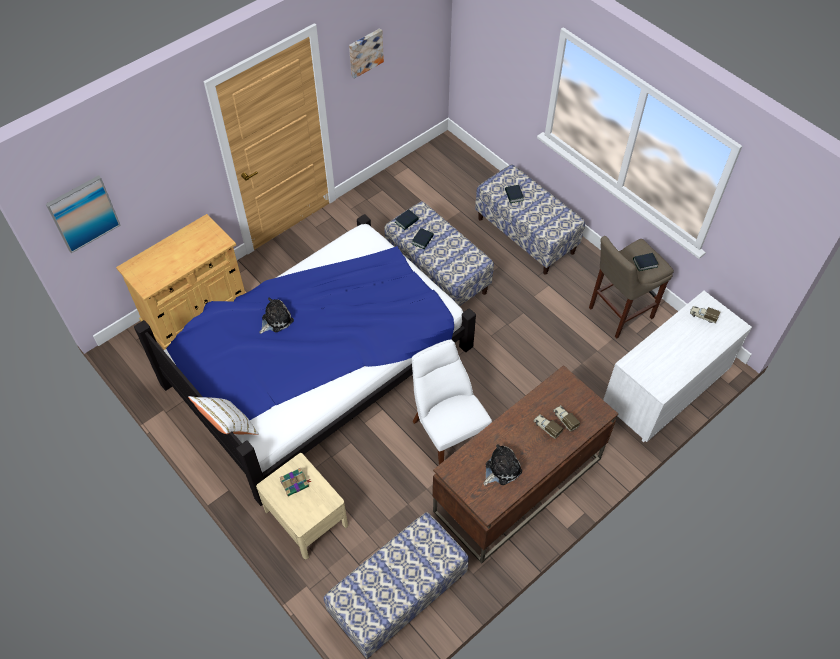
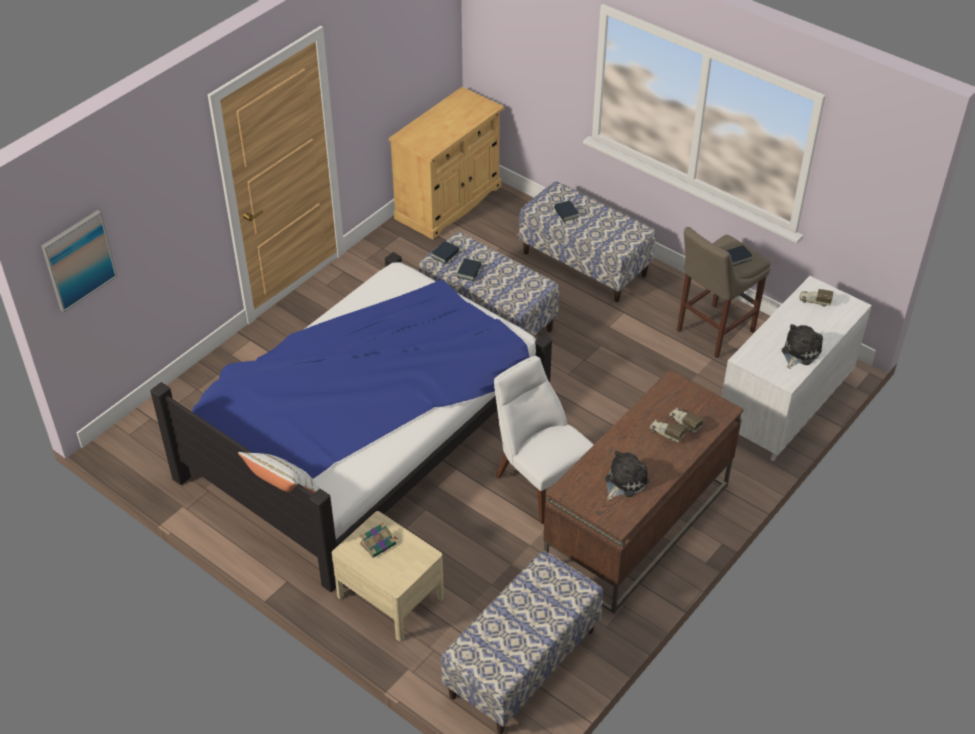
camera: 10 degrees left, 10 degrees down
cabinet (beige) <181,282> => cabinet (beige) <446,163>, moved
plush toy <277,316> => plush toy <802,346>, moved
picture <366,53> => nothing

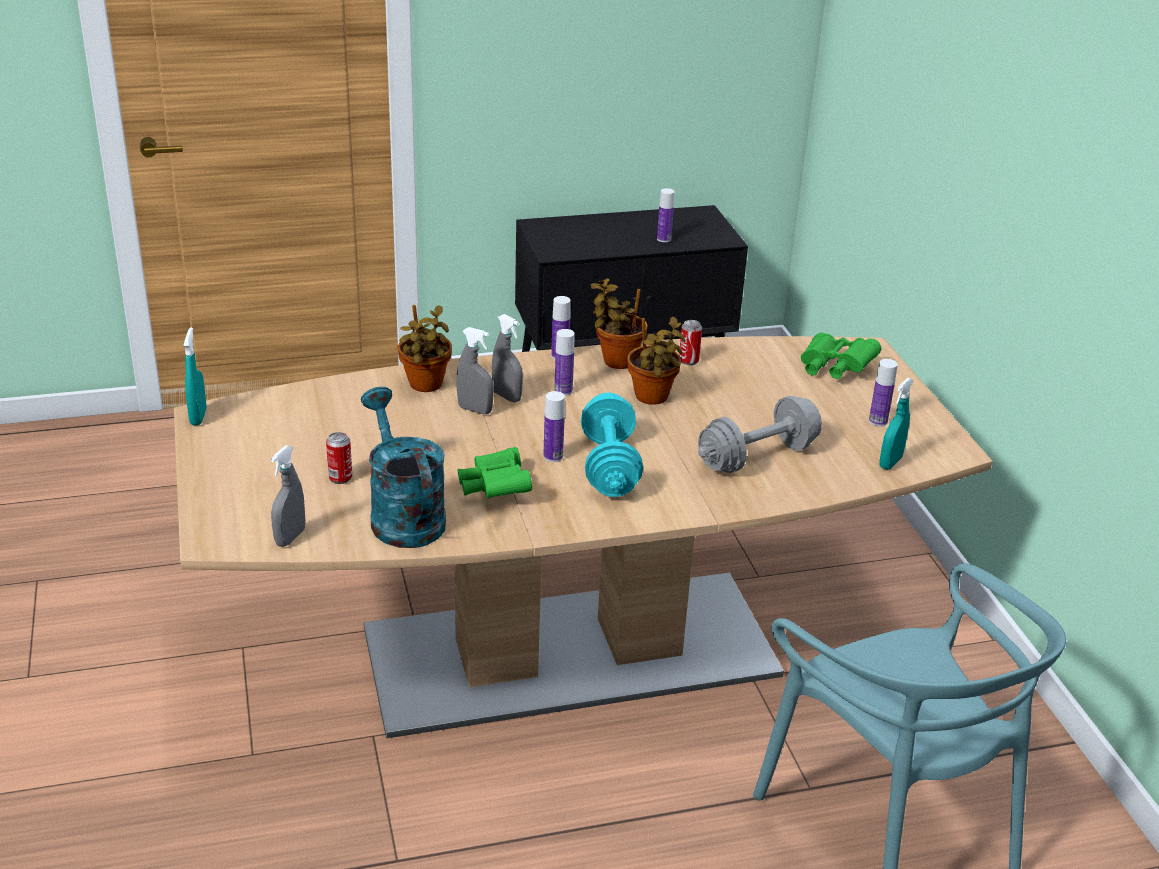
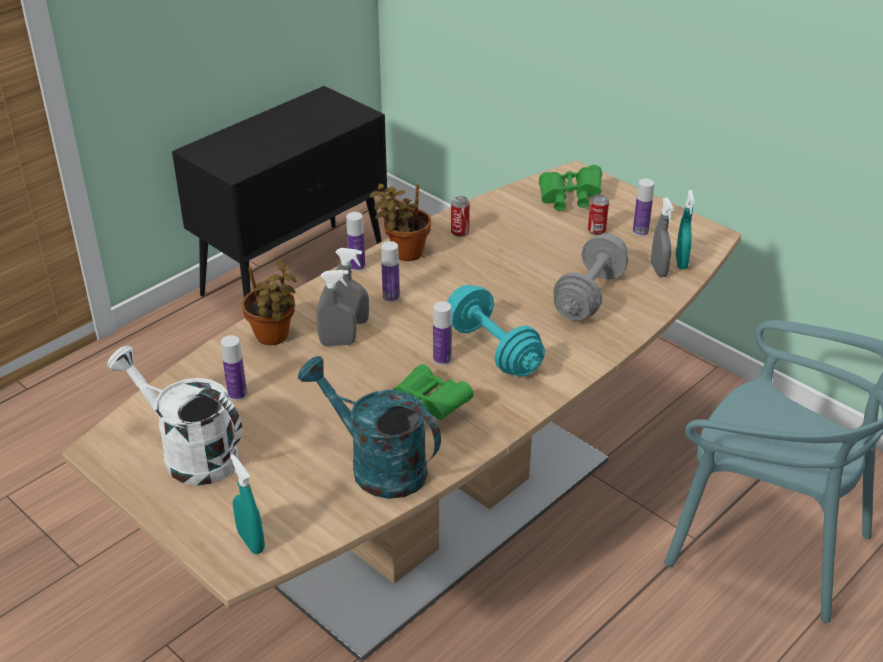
camera: 30 degrees left, 5 degrees up
nothing => watering can (white) <174,415>
bottle <666,215> => bottle <234,368>, moved
spray bottle (turquoise) <195,376> => spray bottle (turquoise) <247,504>, moved
can <339,458> => can <598,214>, moved
spray bottle (grey) <288,496> => spray bottle (grey) <662,237>, moved
potted plant <656,361> => nothing

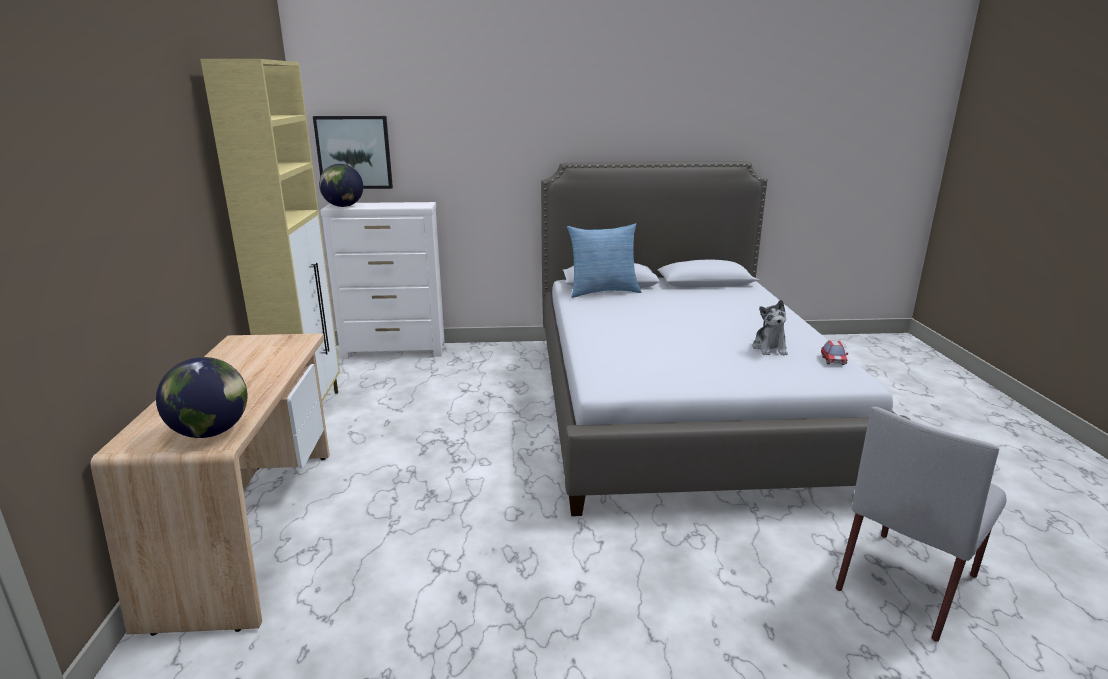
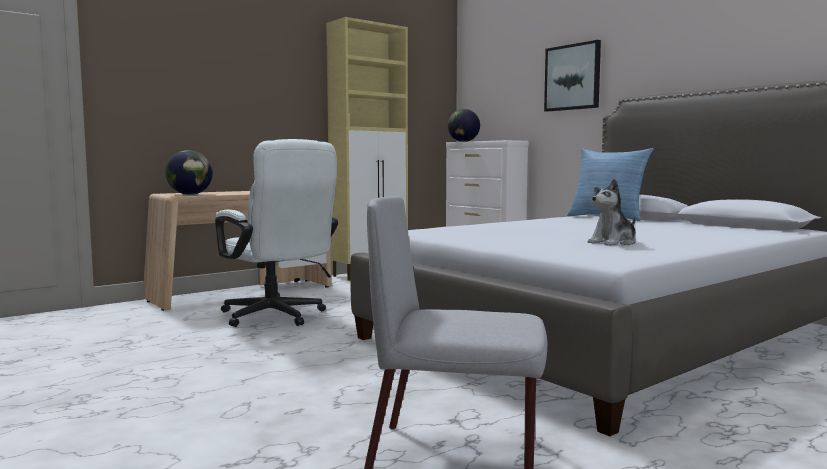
camera: 55 degrees right, 15 degrees down
nothing => office chair (white) <276,233>
picture <353,152> => picture <572,76>, moved
toy car <834,353> => nothing

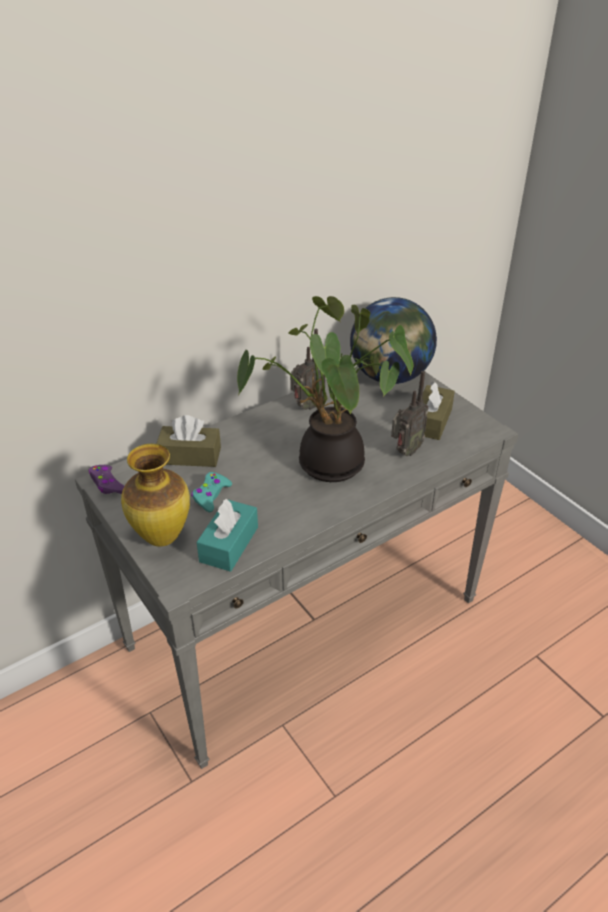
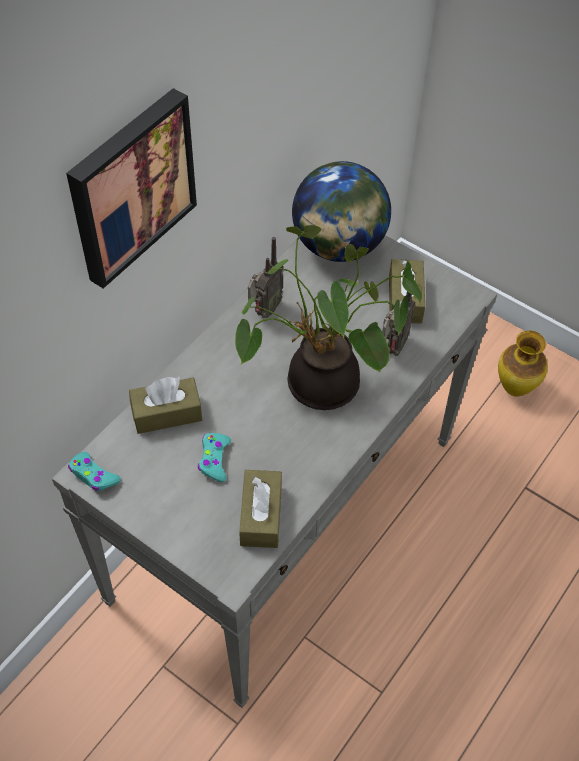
camera: 20 degrees left, 15 degrees up
nothing => picture <131,188>
game controller (purple) <106,479> => game controller (turquoise) <94,471>
tissue box (turquoise) <227,535> => tissue box (brown) <260,509>
vase <155,495> => vase <523,363>, moved

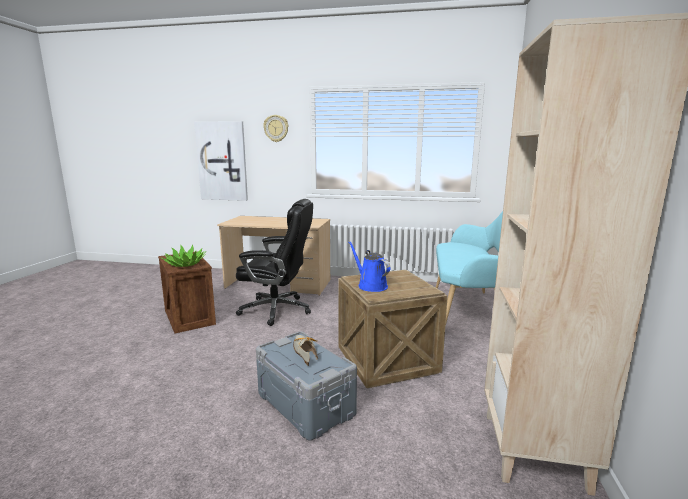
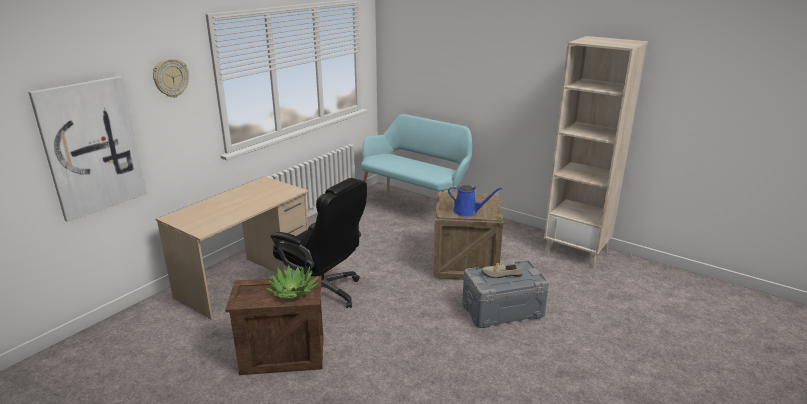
camera: 65 degrees left, 10 degrees up
office chair (black) <274,262> => office chair (black) <319,243>, 90 degrees clockwise
watering can (blue) <370,266> => watering can (blue) <475,201>, 150 degrees counterclockwise

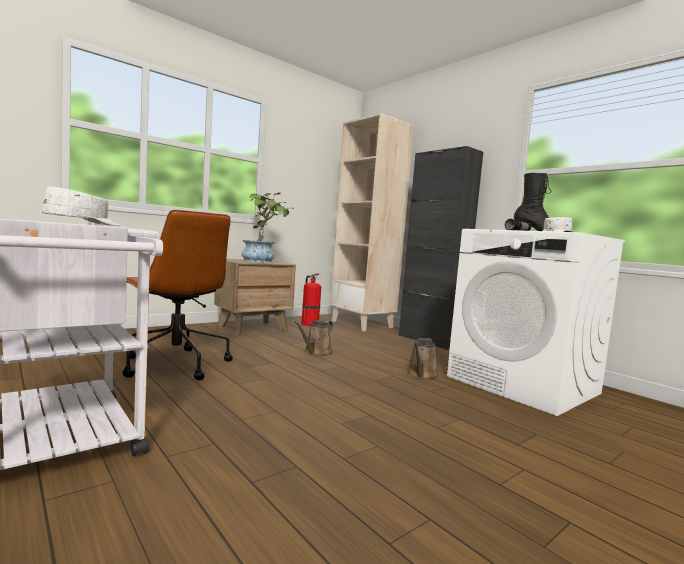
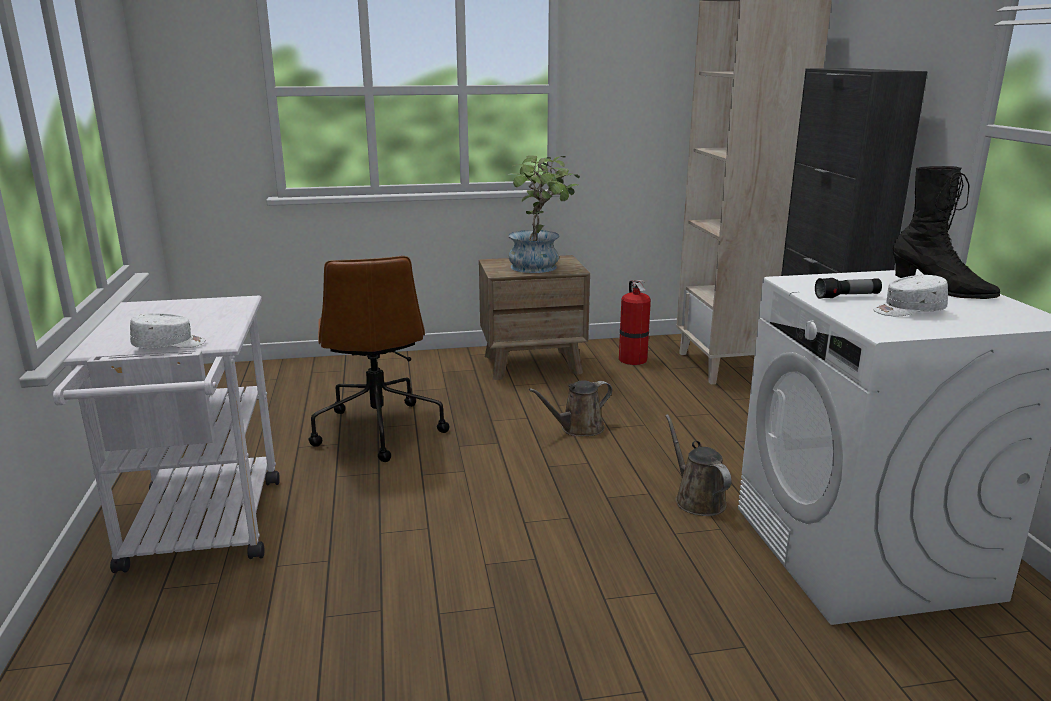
camera: 30 degrees right, 15 degrees up
watering can (brown) <422,359> => watering can (brown) <698,465>, 105 degrees clockwise

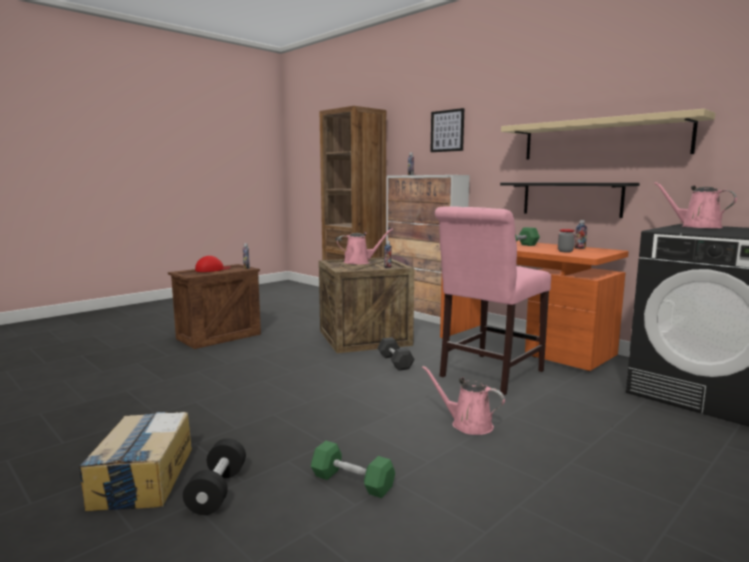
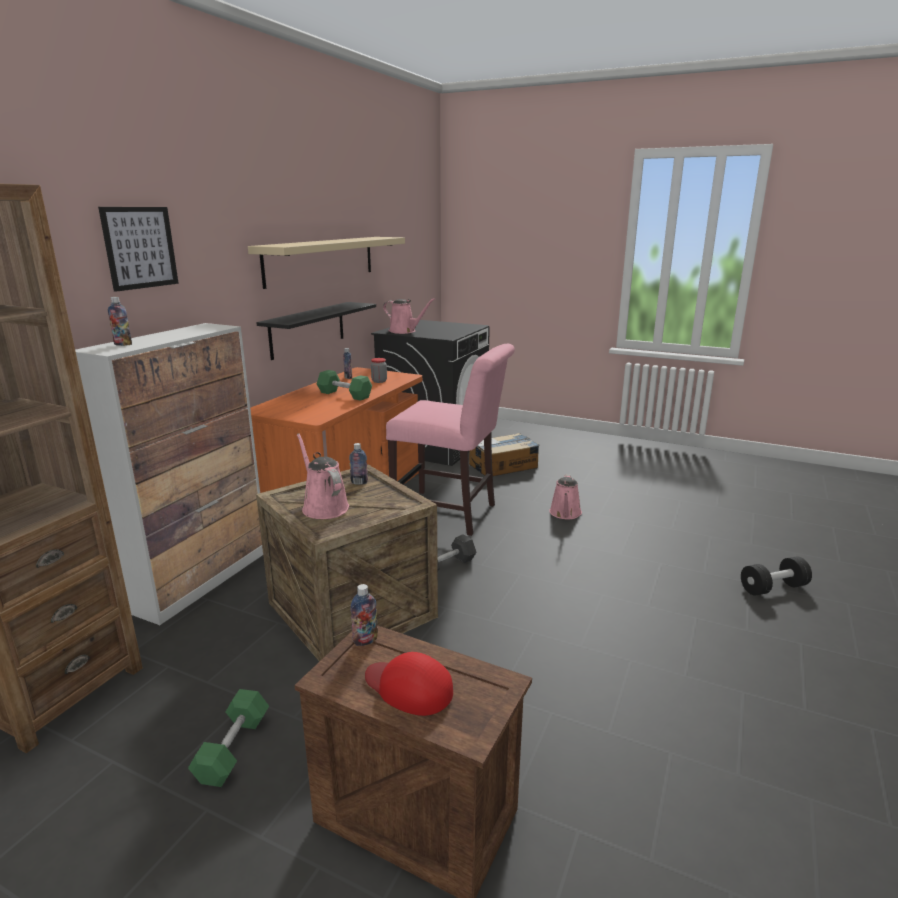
camera: 110 degrees left, 10 degrees up
dumbbell (green) <353,469> => dumbbell (green) <228,738>, moved
watering can (pink) <695,205> => watering can (pink) <409,316>, 90 degrees counterclockwise
cardboard box <135,461> => cardboard box <504,454>, moved

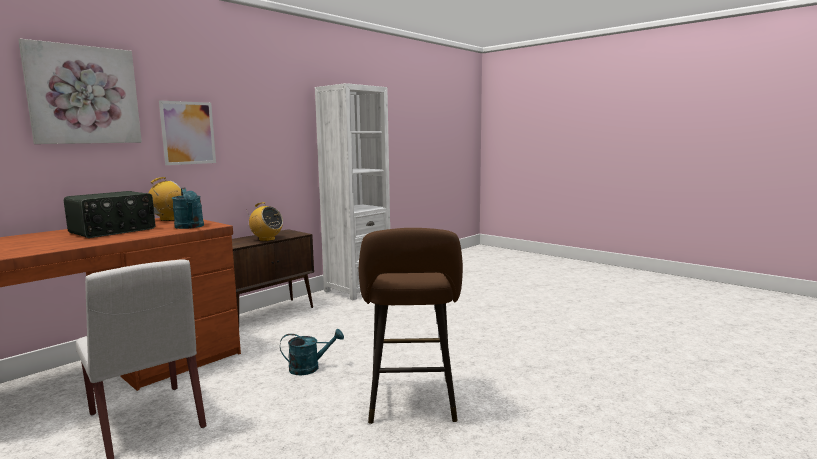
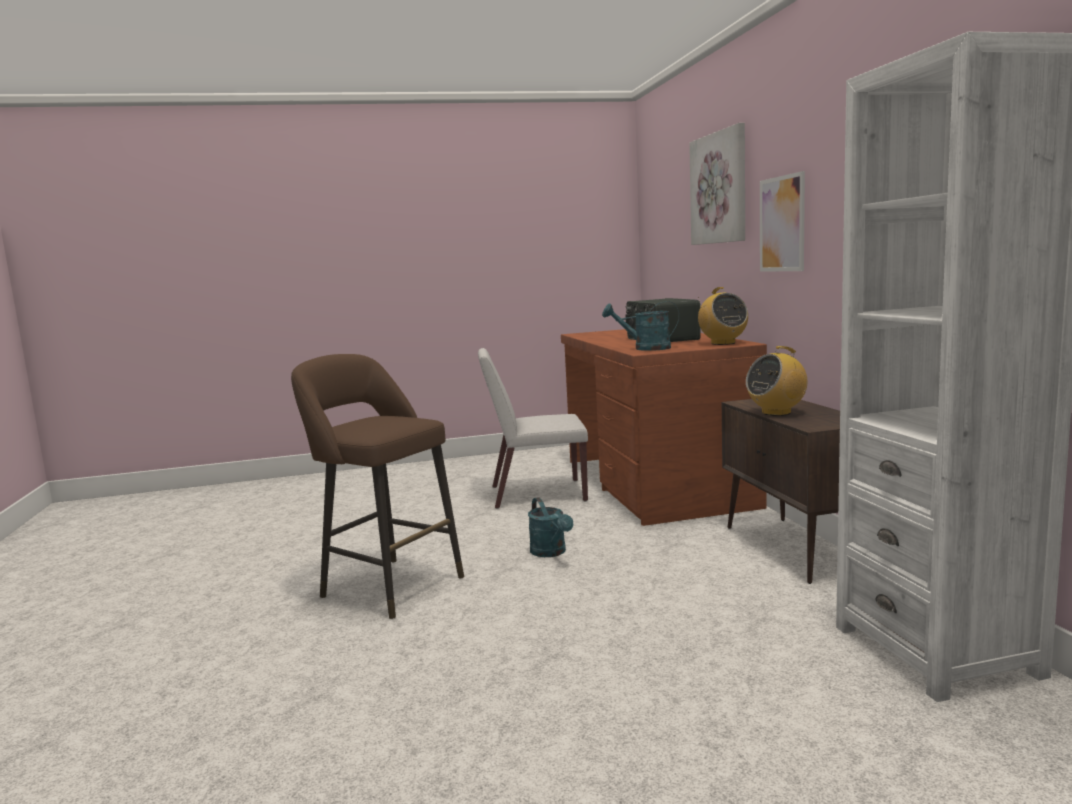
camera: 125 degrees right, 0 degrees up
watering can (turquoise) <312,352> => watering can (turquoise) <550,527>, 45 degrees counterclockwise

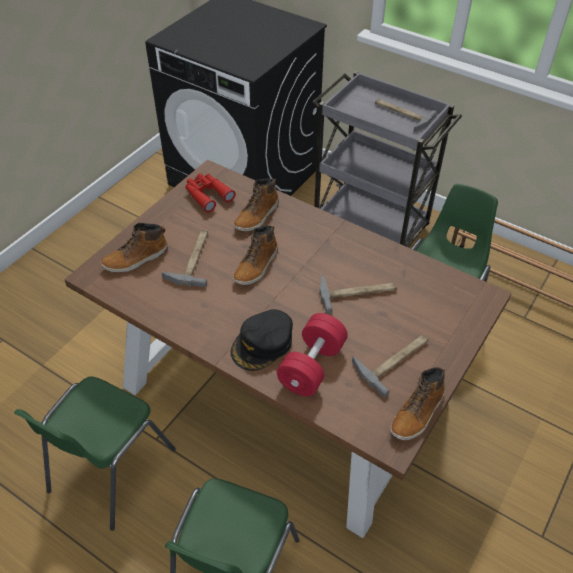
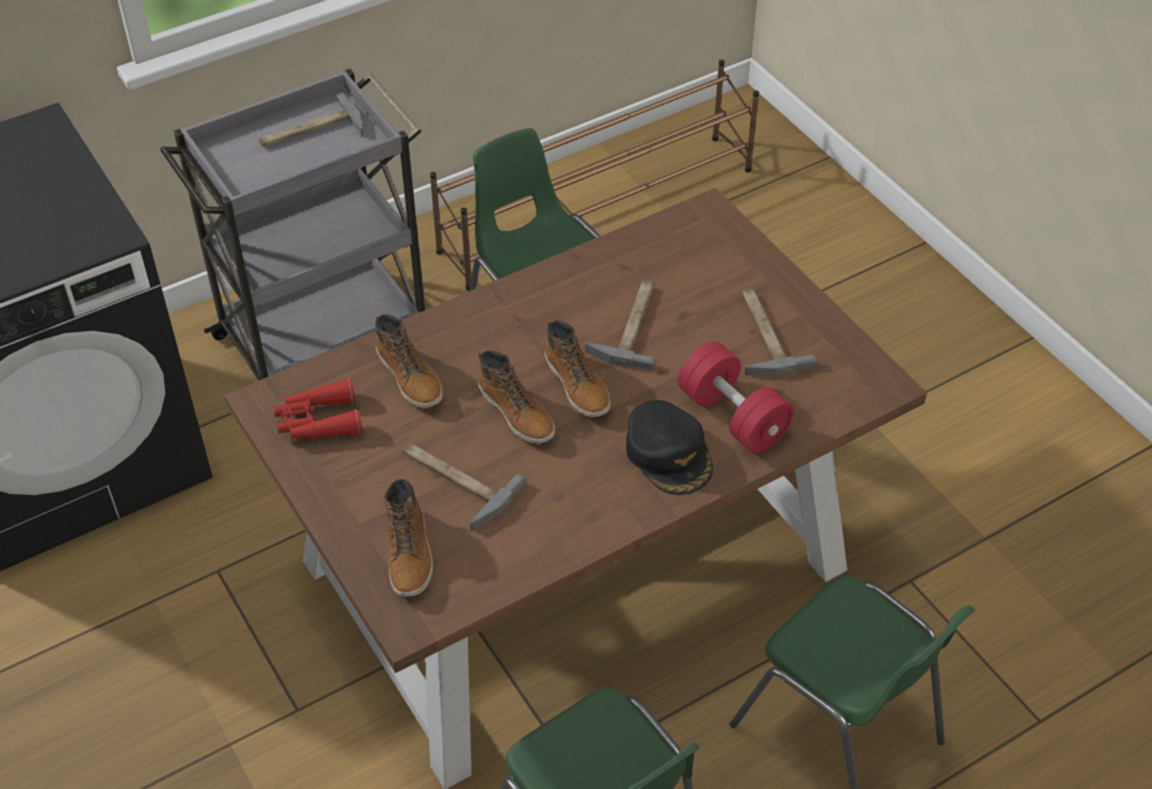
camera: 65 degrees left, 0 degrees up
boot <417,403> => boot <577,368>, moved

